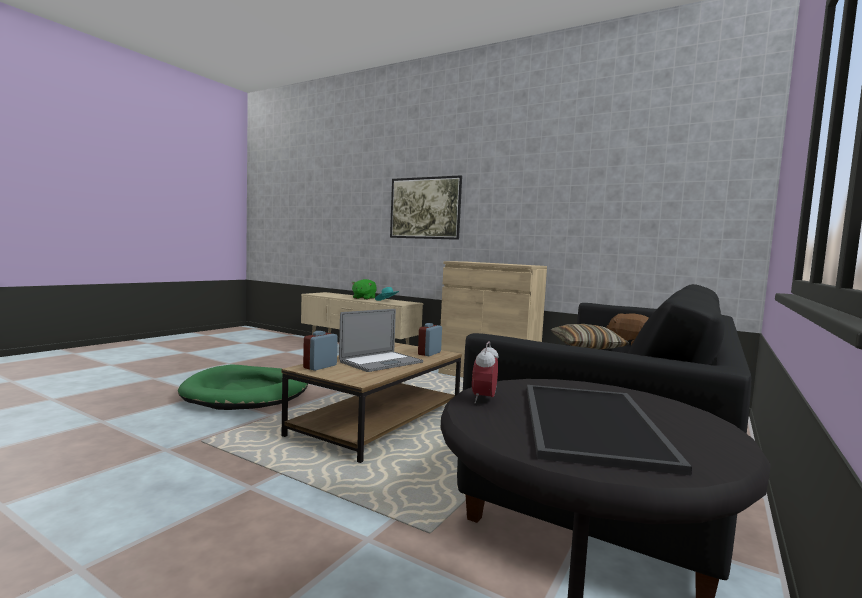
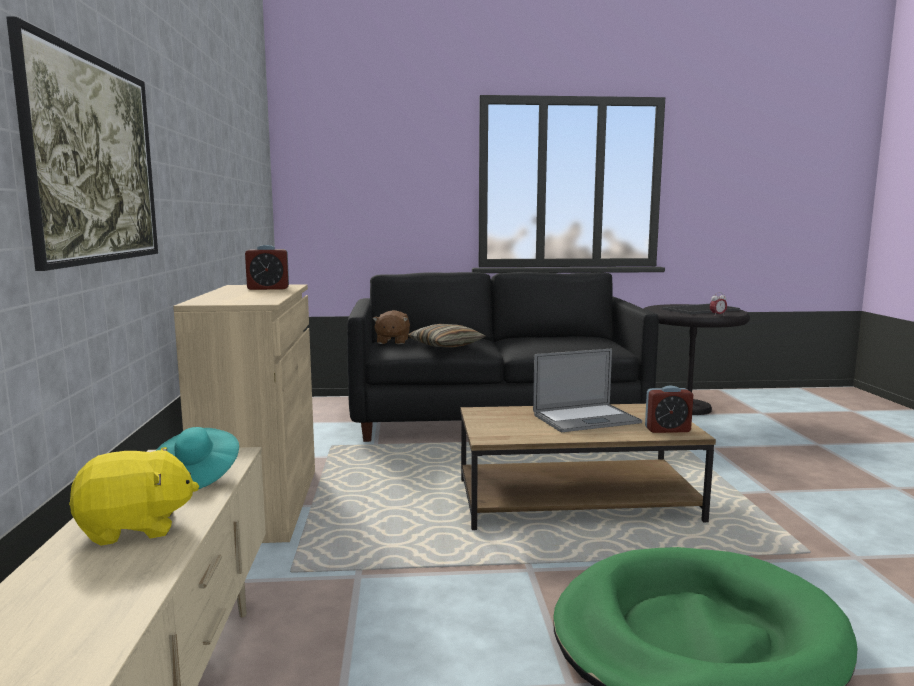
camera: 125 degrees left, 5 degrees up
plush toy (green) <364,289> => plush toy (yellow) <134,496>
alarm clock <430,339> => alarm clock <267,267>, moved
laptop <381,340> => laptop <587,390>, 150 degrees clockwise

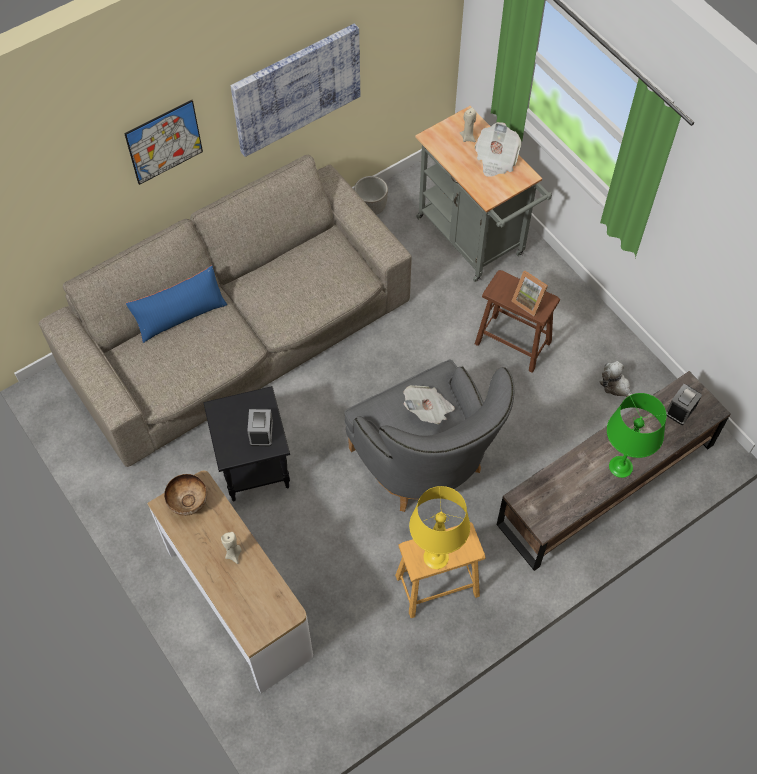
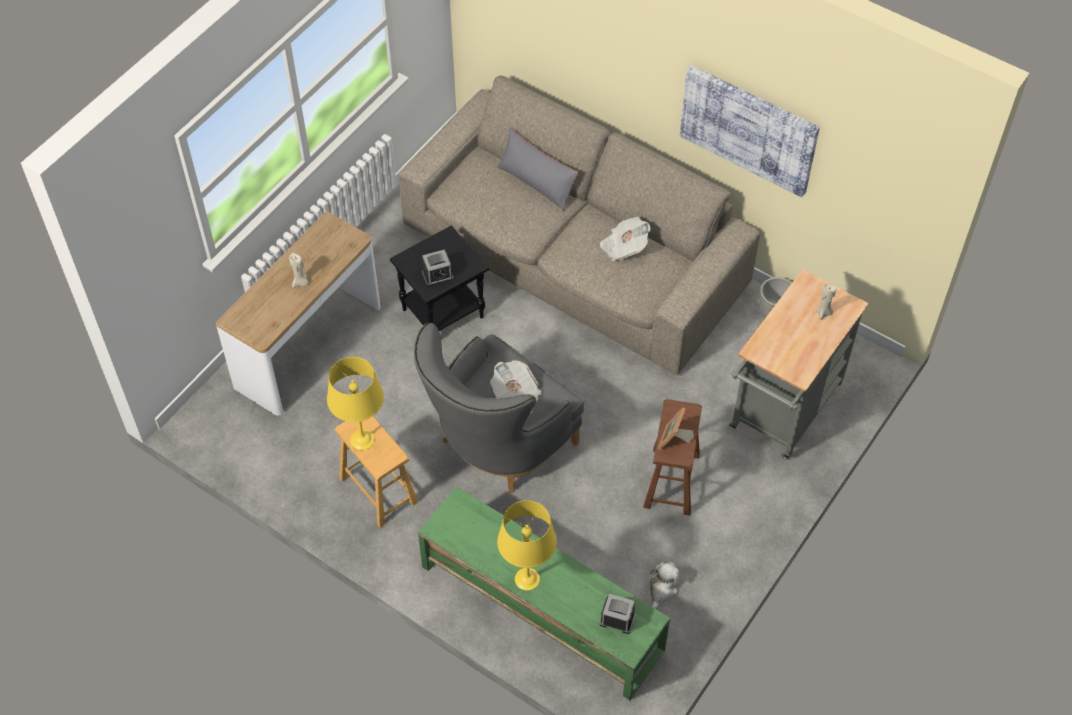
camera: 70 degrees right, 5 degrees down
tv stand (brown) <613,471> => tv stand (green) <544,593>
pillow (blue) <176,304> => pillow (grey) <538,169>
table lamp (green) <637,435> => table lamp (yellow) <527,545>
newspaper <498,149> => newspaper <625,239>, moved
picture <163,142> => nothing
bowl <185,495> => nothing

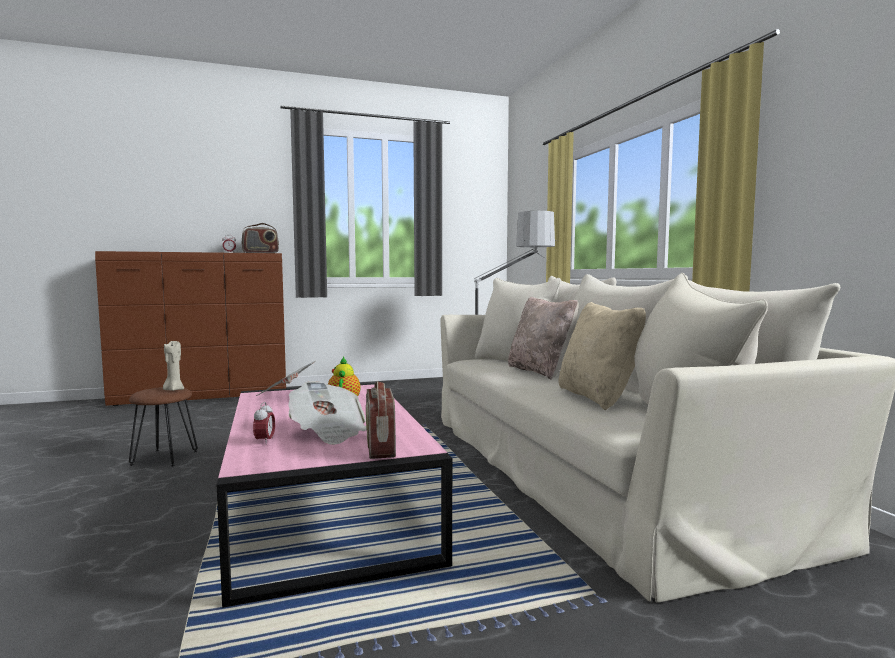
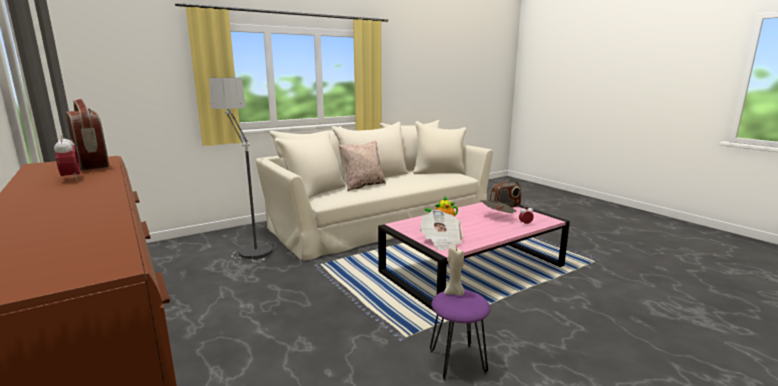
camera: 105 degrees left, 10 degrees up
stool (brown) <163,427> => stool (purple) <460,335>
pillow (beige) <602,356> => nothing

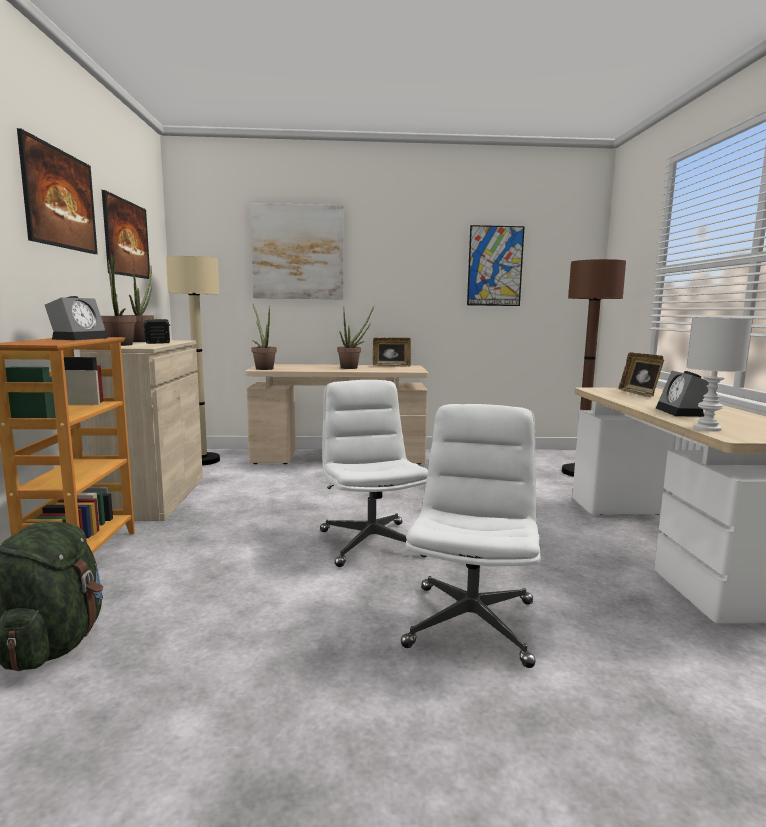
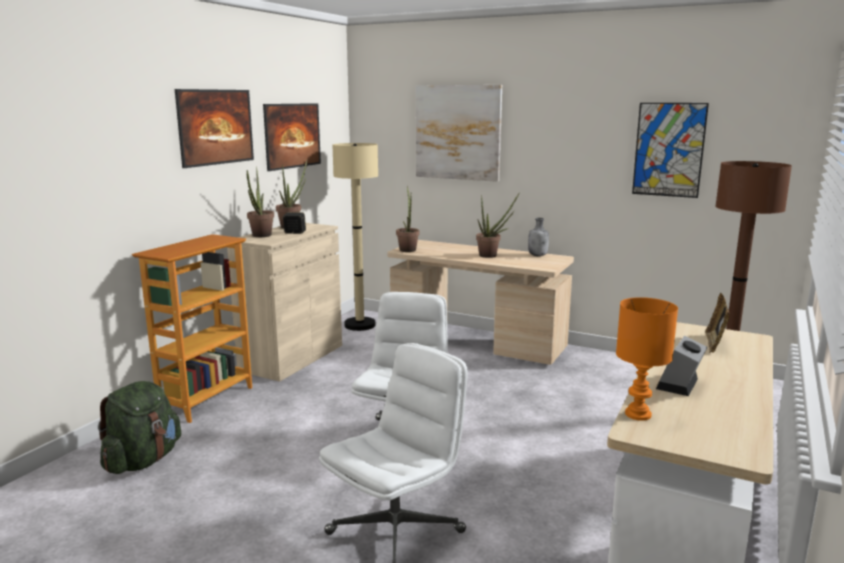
camera: 30 degrees right, 5 degrees up
picture frame <392,352> => bottle (grey) <538,237>
table lamp (white) <719,374> => table lamp (orange) <647,359>
alarm clock <76,318> => nothing

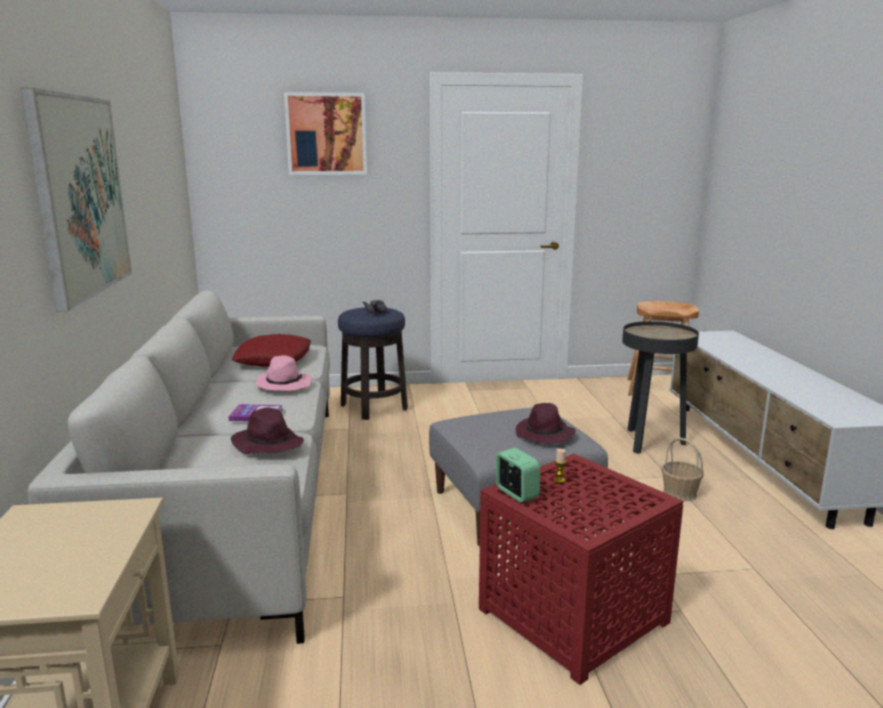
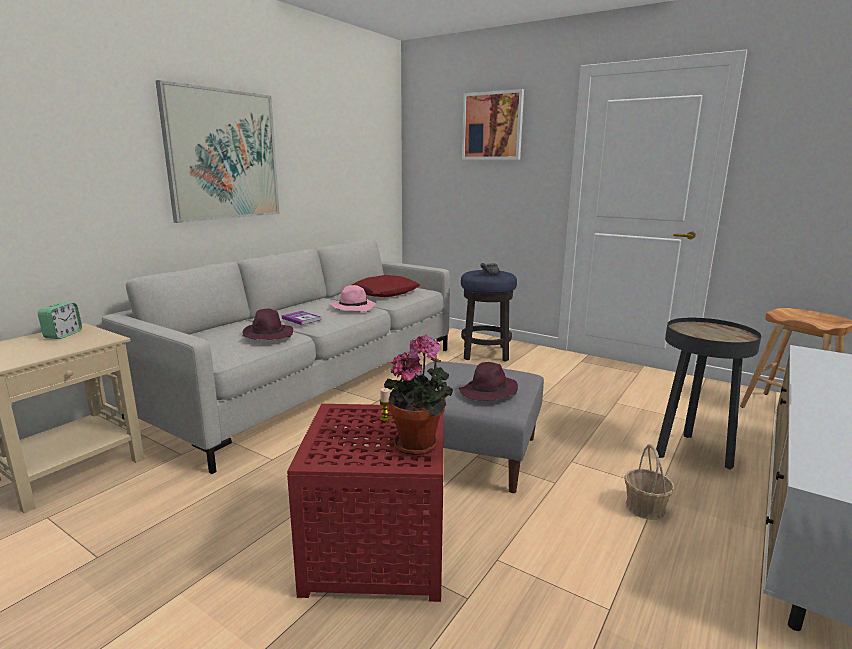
camera: 40 degrees right, 0 degrees up
alarm clock <518,475> => alarm clock <60,321>, moved
nothing => potted plant <418,394>

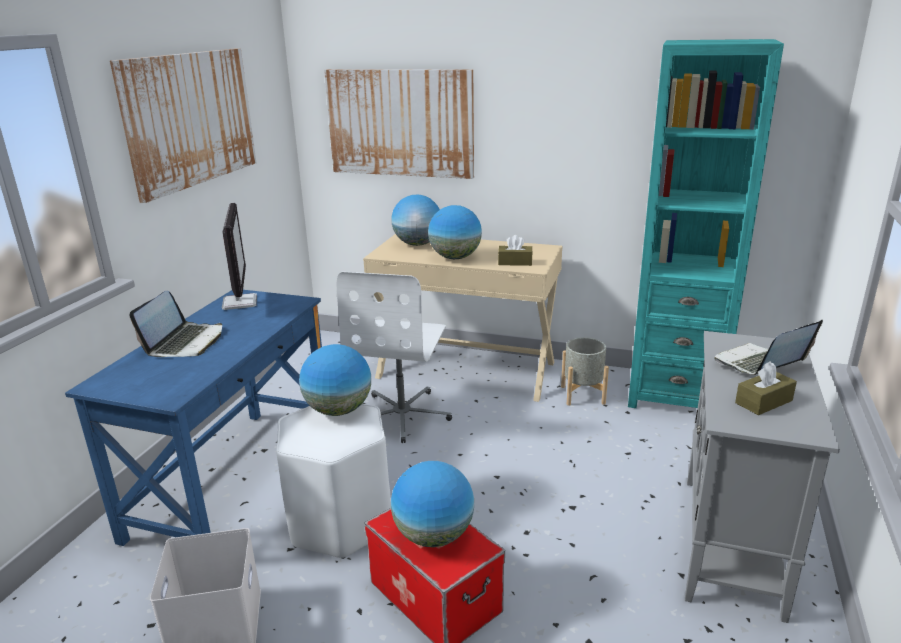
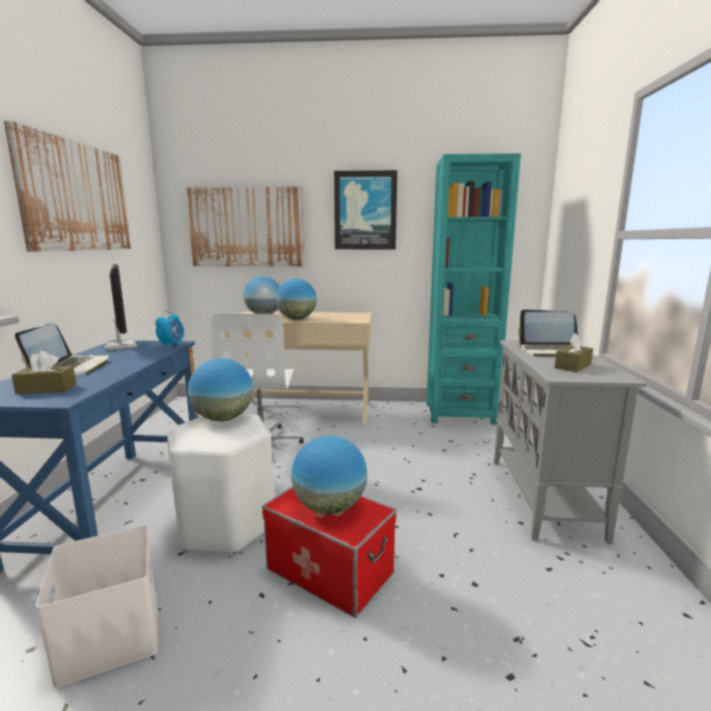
camera: 15 degrees left, 10 degrees down
tissue box (brown) <515,250> => tissue box (brown) <44,372>, moved
nothing => alarm clock <169,329>
nothing => picture <365,209>
laptop <768,347> => laptop <548,333>, 120 degrees counterclockwise
planter (grey) <585,371> => nothing

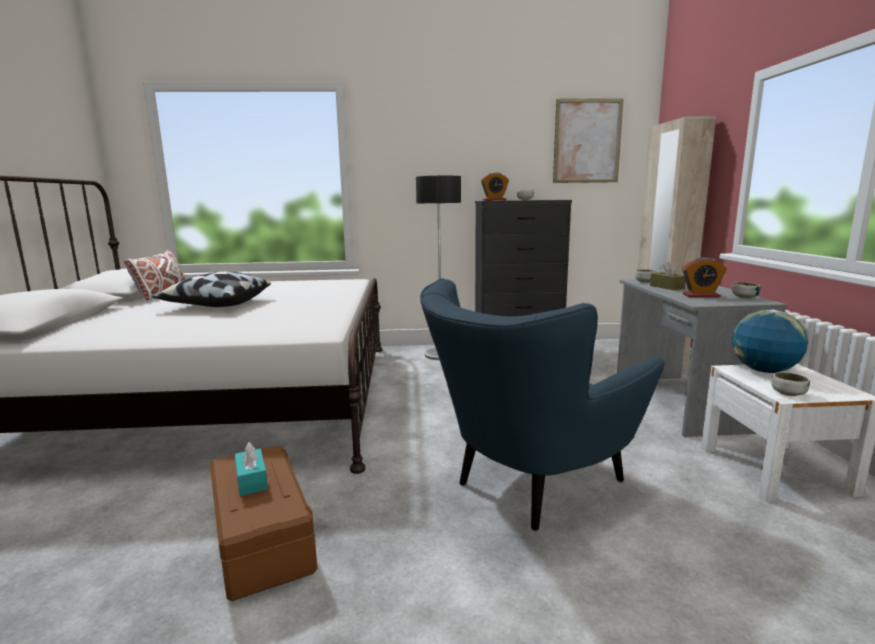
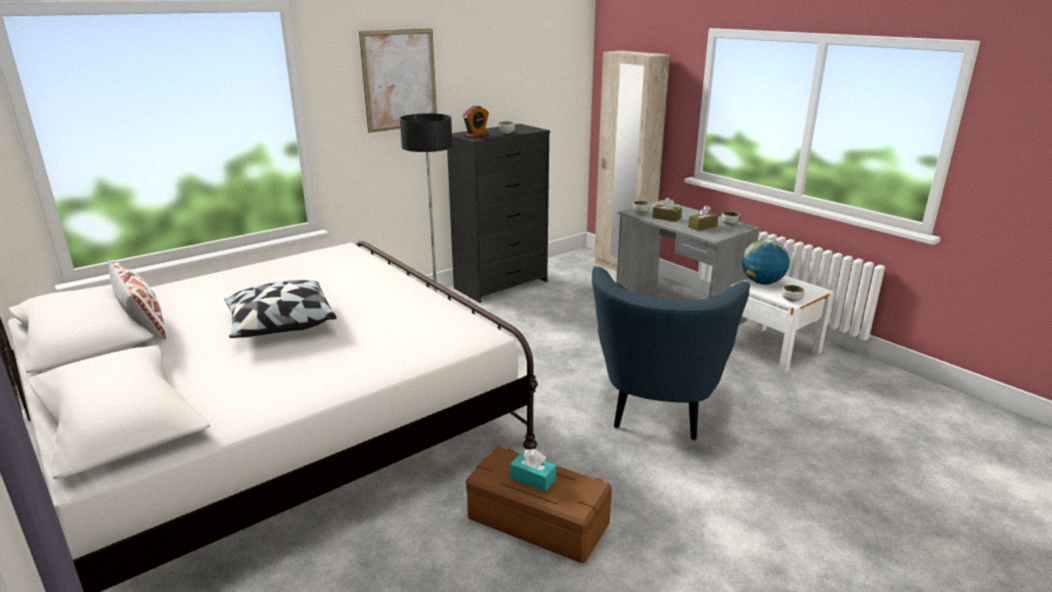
camera: 35 degrees left, 10 degrees up
picture <588,141> => picture <398,81>, moved
alarm clock <704,277> => tissue box (brown) <703,218>

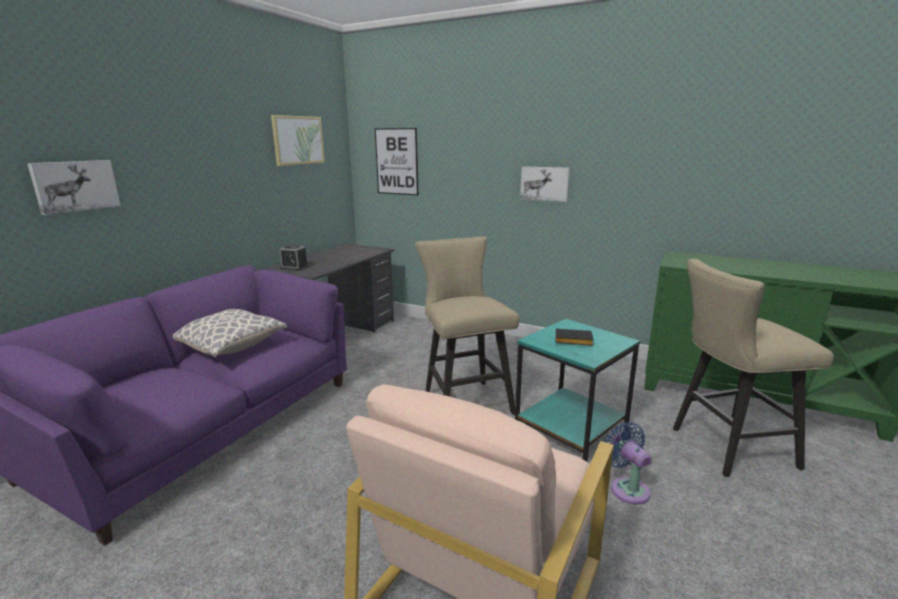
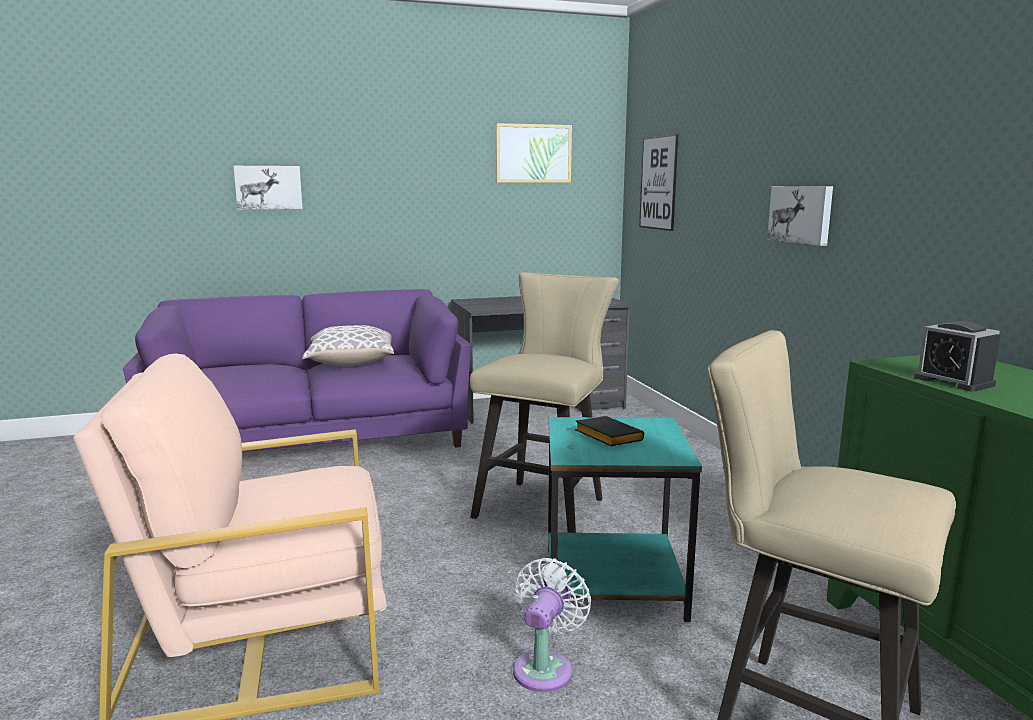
camera: 45 degrees right, 5 degrees down
fan (blue) <627,463> => fan (white) <552,625>
alarm clock <293,258> => alarm clock <957,356>, moved

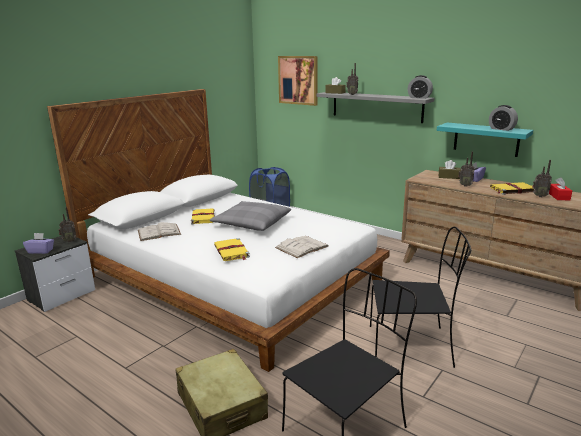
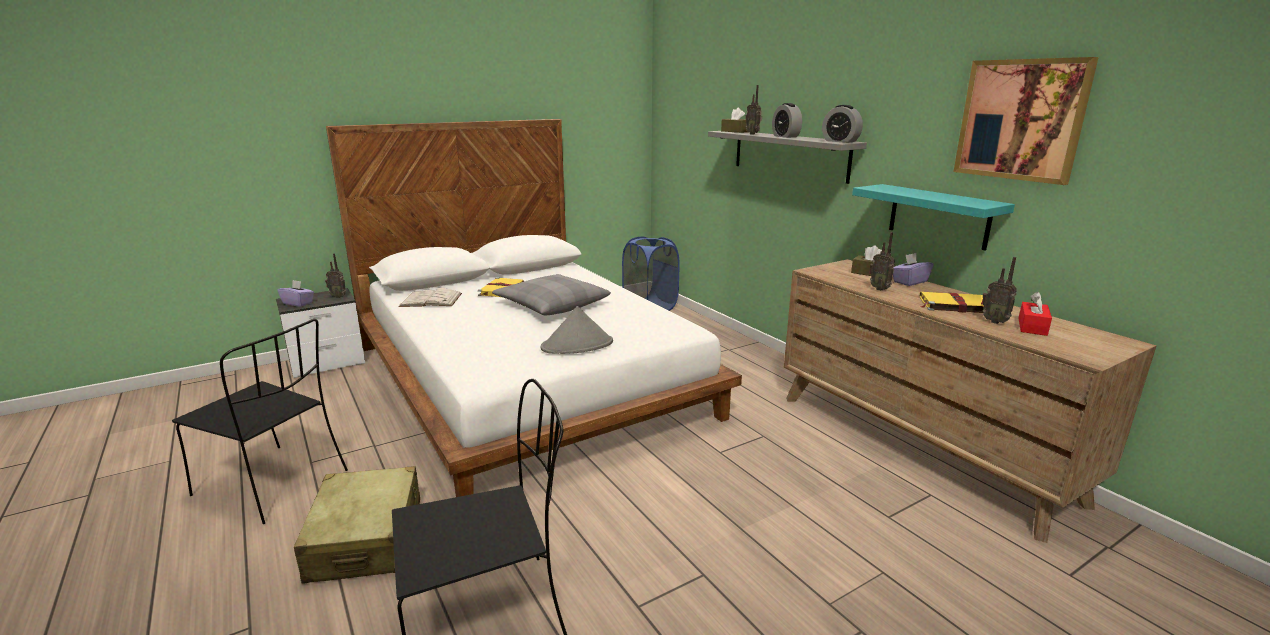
camera: 20 degrees right, 0 degrees up
chair (black) <420,297> => chair (black) <260,421>, moved
book (white) <301,247> => hat (grey) <577,330>
alarm clock <503,118> => alarm clock <787,120>, moved
picture <298,81> => picture <1026,121>, moved
book (yellow) <232,249> => nothing

